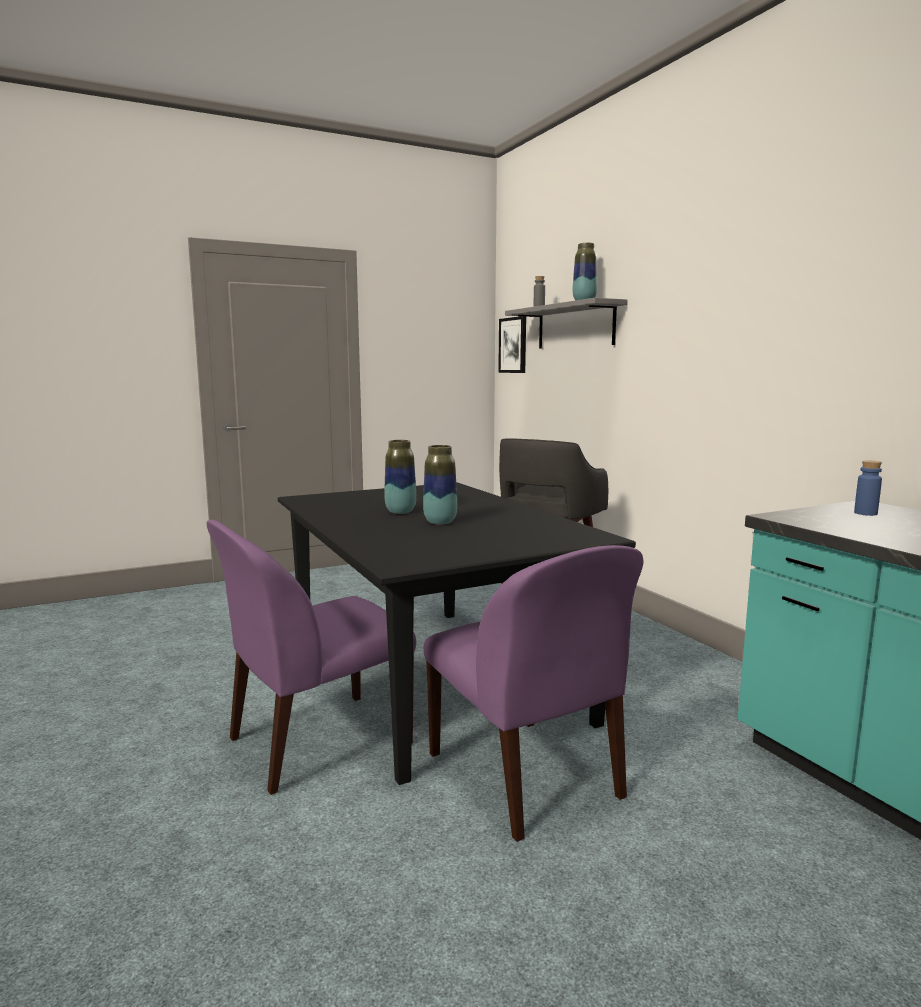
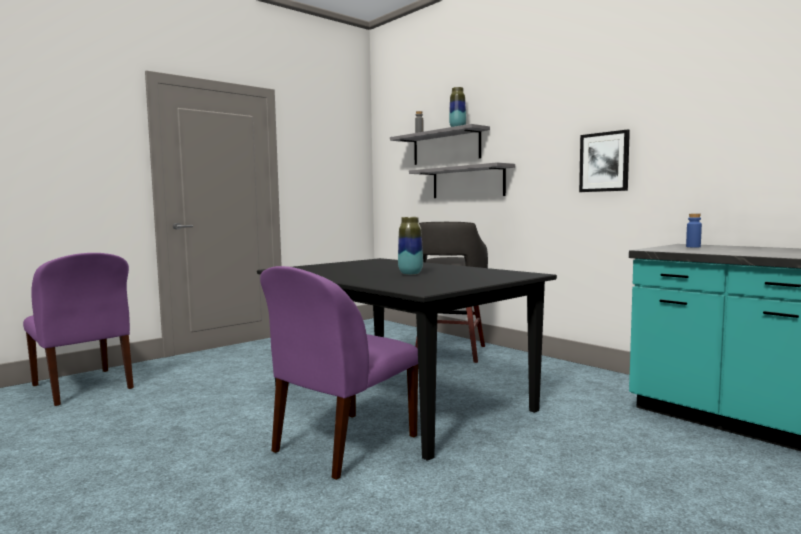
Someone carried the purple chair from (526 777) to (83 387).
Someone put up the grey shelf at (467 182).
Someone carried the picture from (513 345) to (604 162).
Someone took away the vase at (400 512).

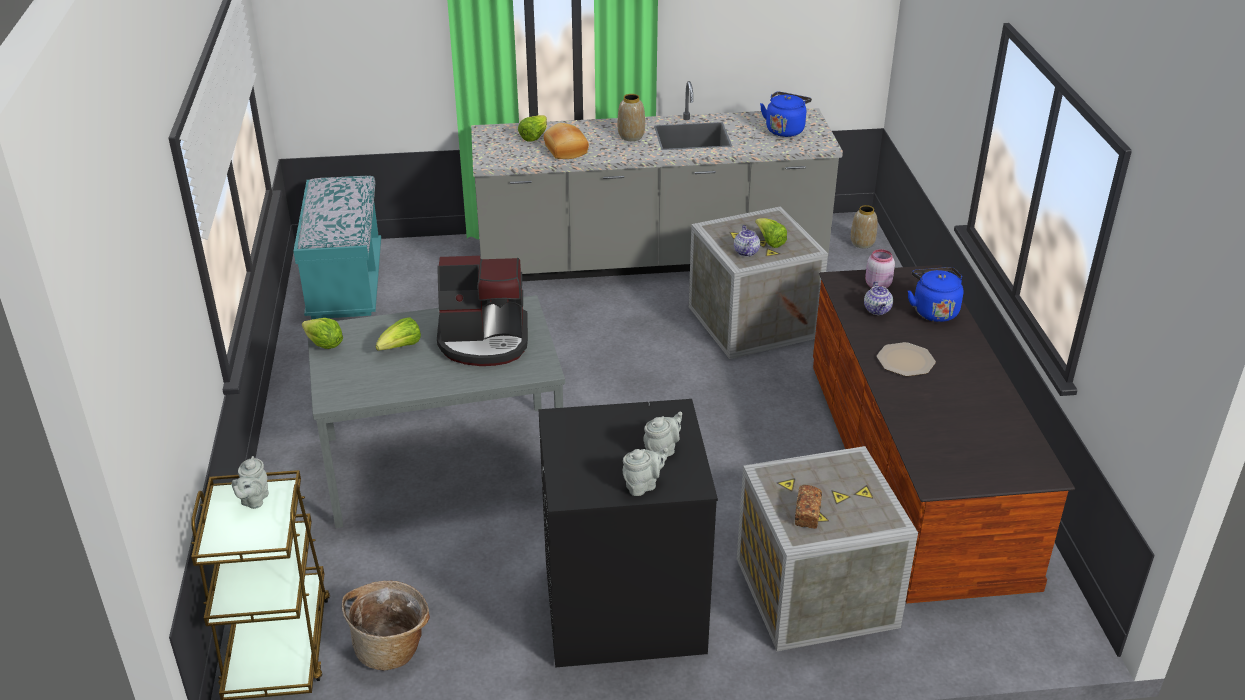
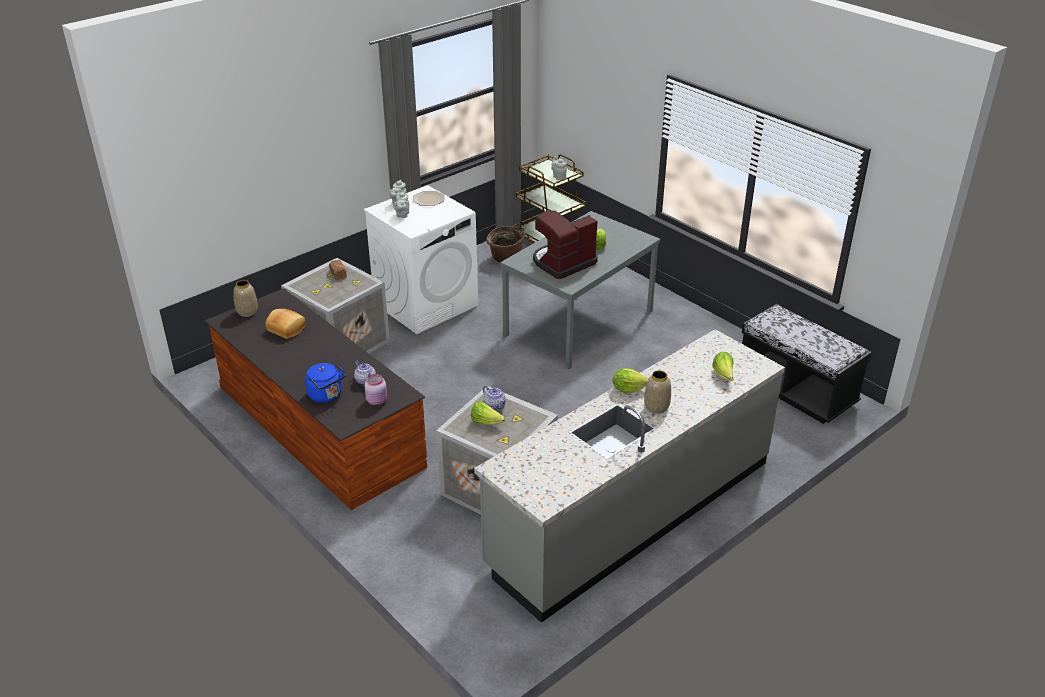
Someone carried the vase from (862 243) to (247 312).
Someone carried the bread from (565 150) to (287 329).
Someone repainted the black washing machine at (622 607), which became the white washing machine at (426 304).
Someone carried the plate from (906 360) to (428 199).
Someone carried the lettuce from (324 345) to (628 389).
Someone repainted the turquoise bench at (345 283), which became the black bench at (796 391).
Someone took away the blue kettle at (785 129).

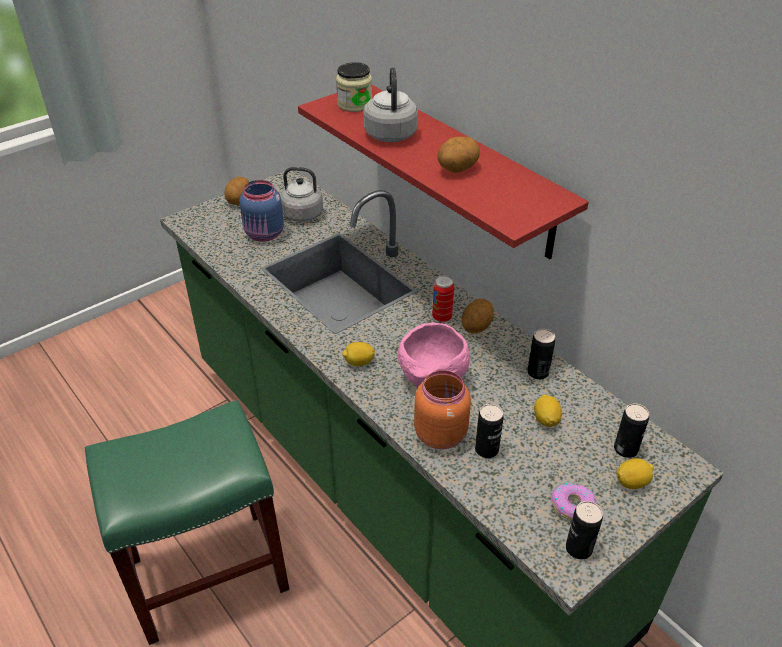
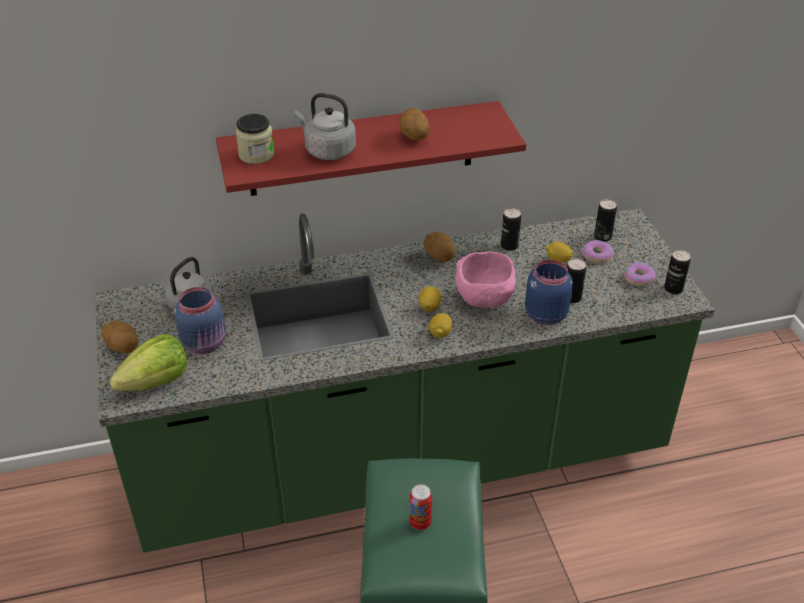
Someone put down the lettuce at (157 382).
Someone carried the can from (442 317) to (420 522).
Someone carried the lemon from (632 482) to (429 307).
Someone repainted the orange jar at (440 433), which became the blue jar at (544 314).
Someone put down the donut at (597 255).

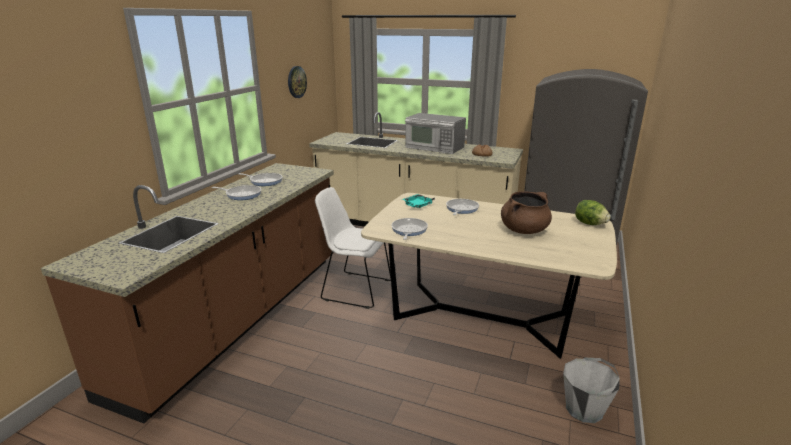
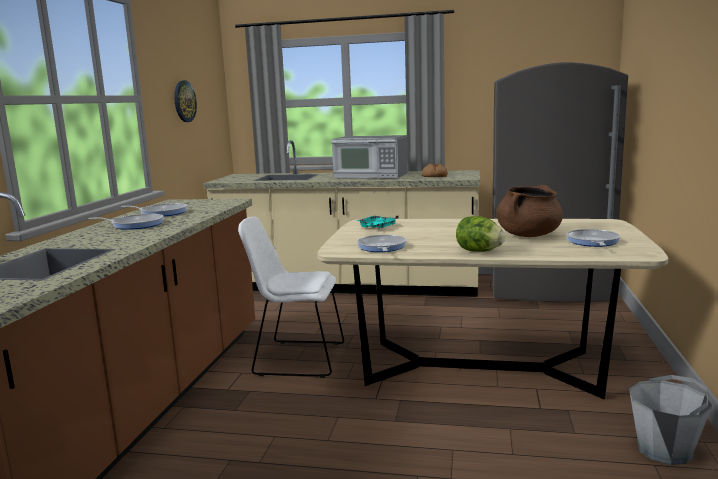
Someone carried the lettuce from (589 224) to (479 251).
Someone carried the frying pan from (461 209) to (592 242).

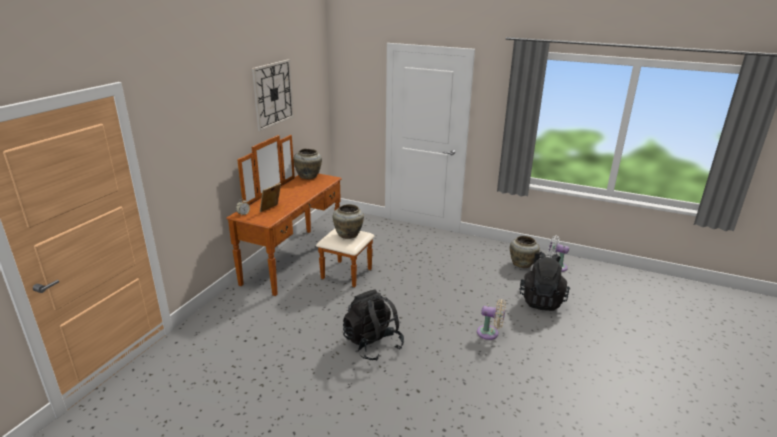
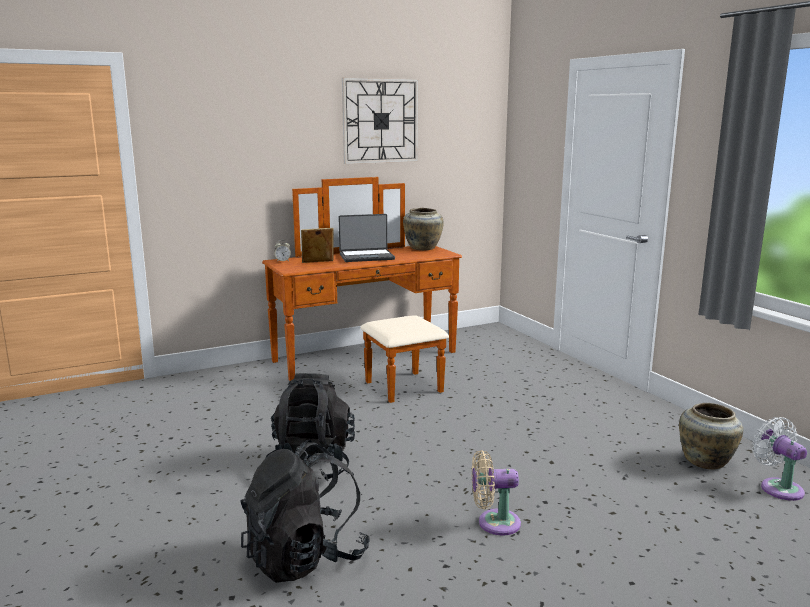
Someone carried the black backpack from (541 300) to (305 558).
Someone put down the laptop at (366 257).
Someone rotated the beige fan at (490 333) by 120 degrees clockwise.
Someone took away the beige vase at (349 235).

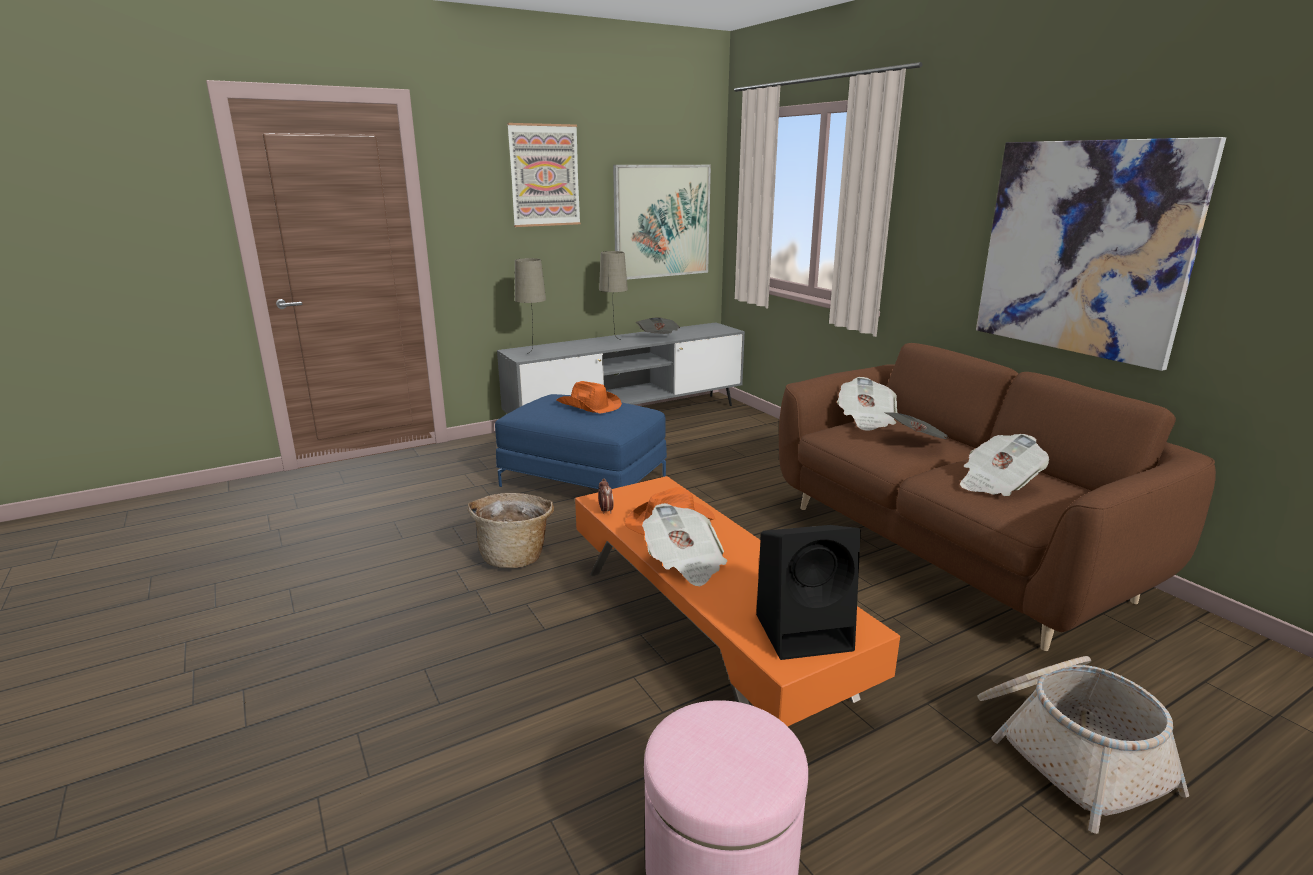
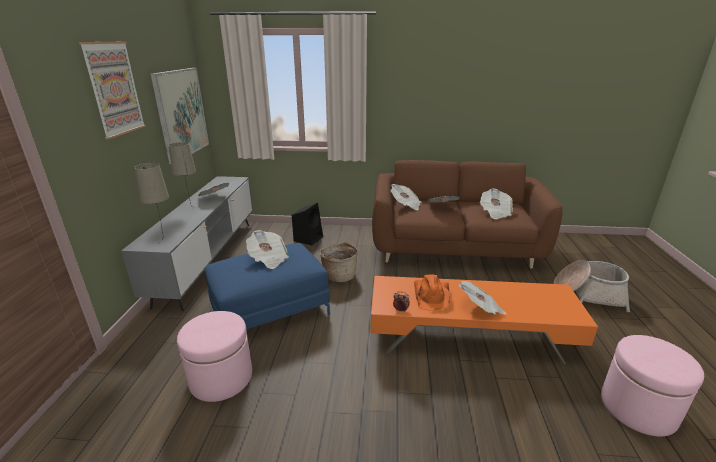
Someone put down the pink ottoman at (221 378).
Someone swapped the orange hat at (589 406) for the newspaper at (268 259).
Someone carried the black speaker from (805 631) to (308 238).
Someone carried the basket from (515 556) to (339 275).
Someone took away the picture at (1083 249).

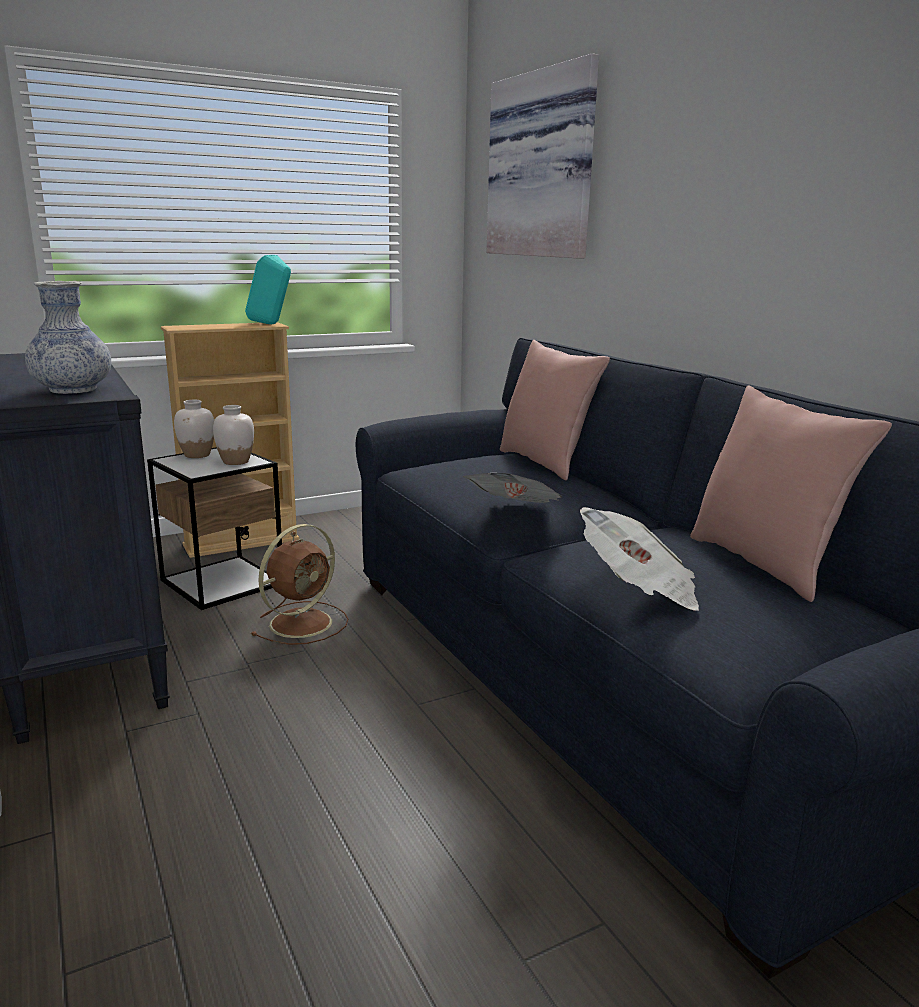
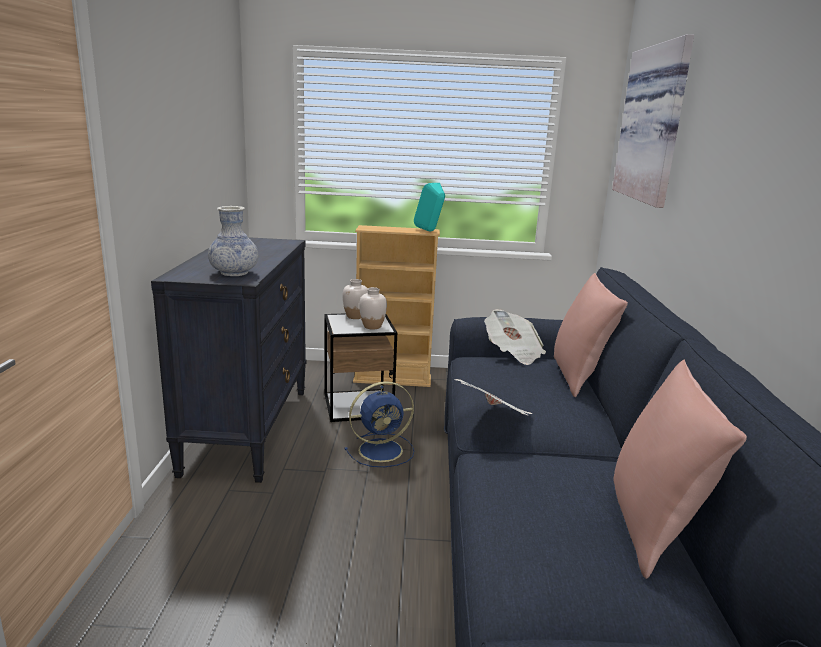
Someone repainted the brown fan at (303 622), which became the blue fan at (382 450).
Someone carried the newspaper from (639 589) to (513 352).

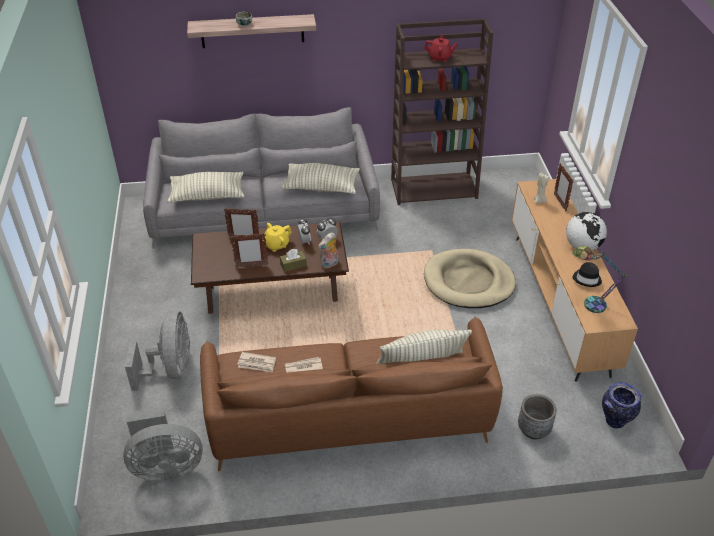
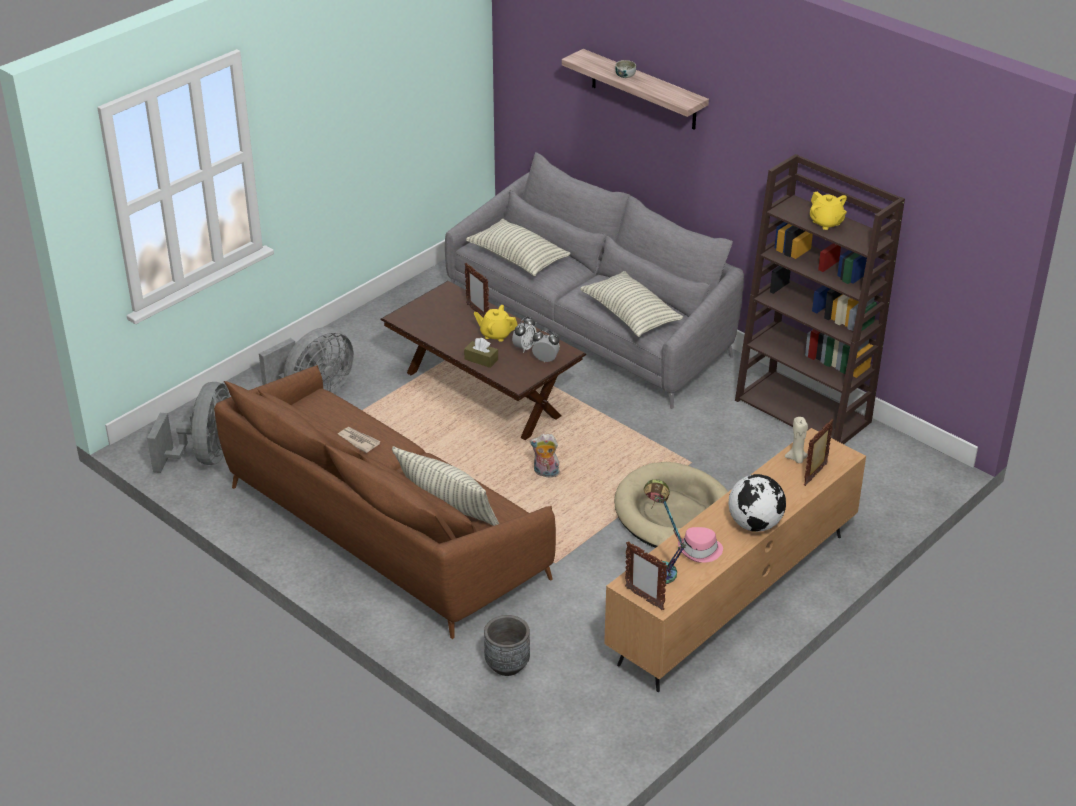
Someone rotated the grey fan at (165 467) by 120 degrees counterclockwise.
Someone carried the plush toy from (329 264) to (545 473).
Someone carried the picture frame from (251 266) to (644 598).
Someone repainted the black hat at (587 279), which became the pink hat at (700 550).
Someone repainted the red teapot at (440 58), which became the yellow teapot at (826 223).
Someone took away the newspaper at (257 363).
Someone took away the vase at (615 421).

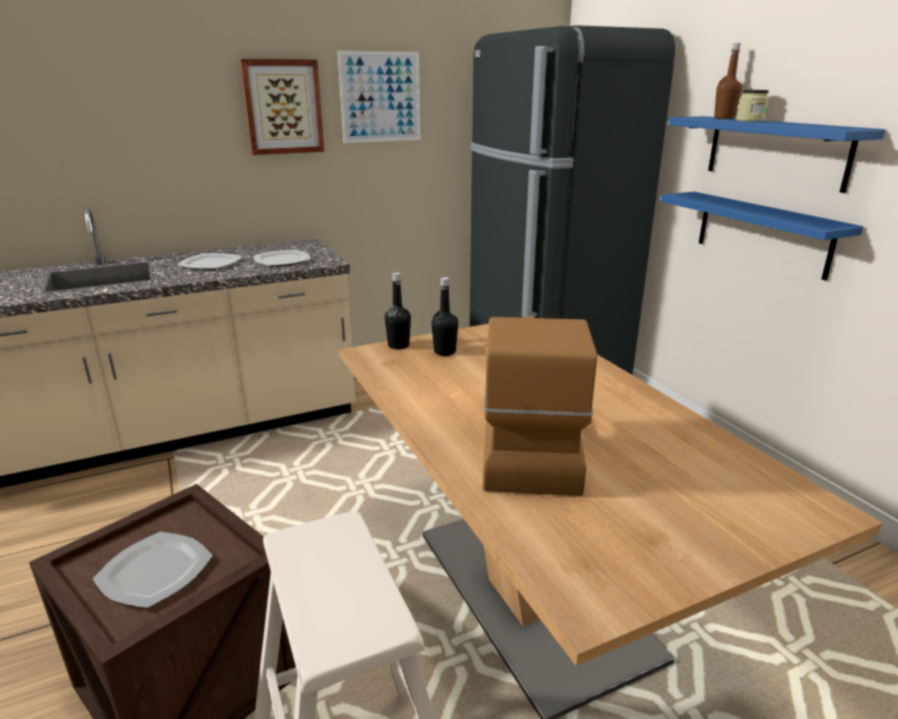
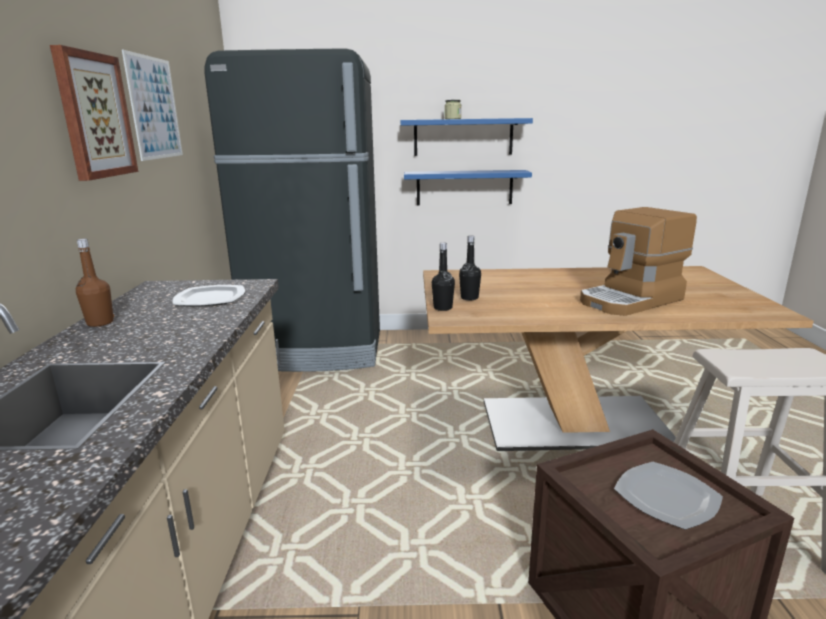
Someone carried the brown bottle from (724 118) to (100 323).
Someone rotated the coffee machine at (527 450) by 60 degrees counterclockwise.
Someone took away the plate at (210 264).

